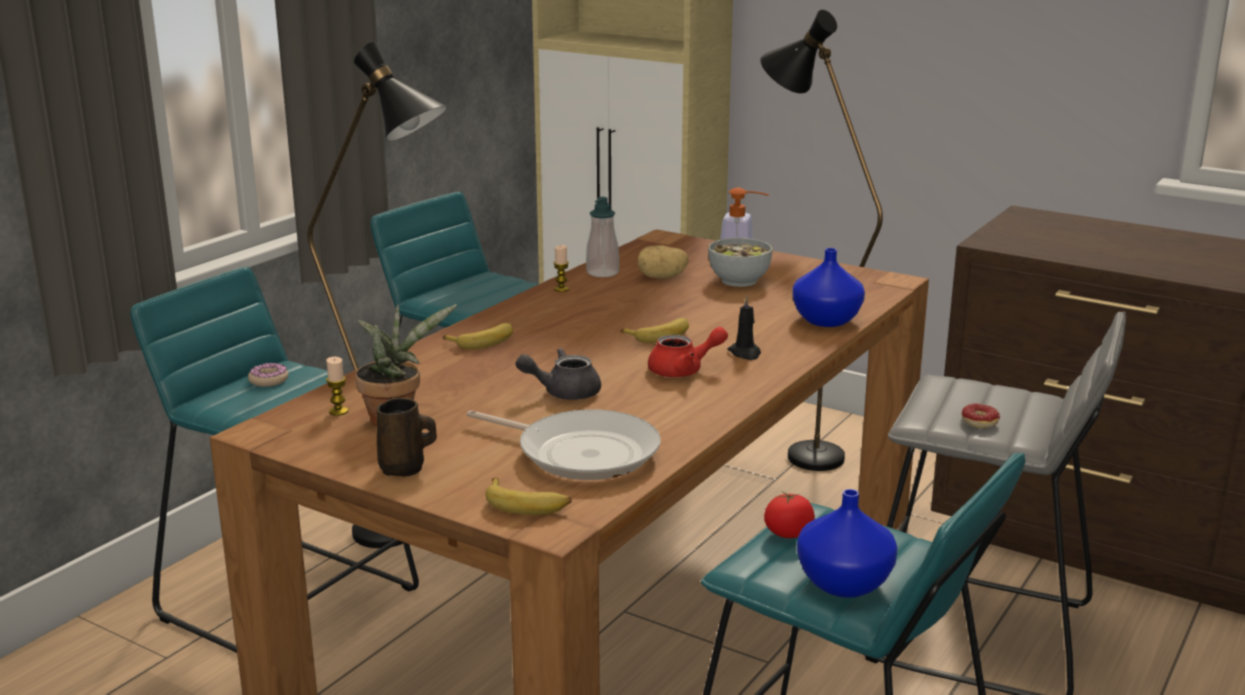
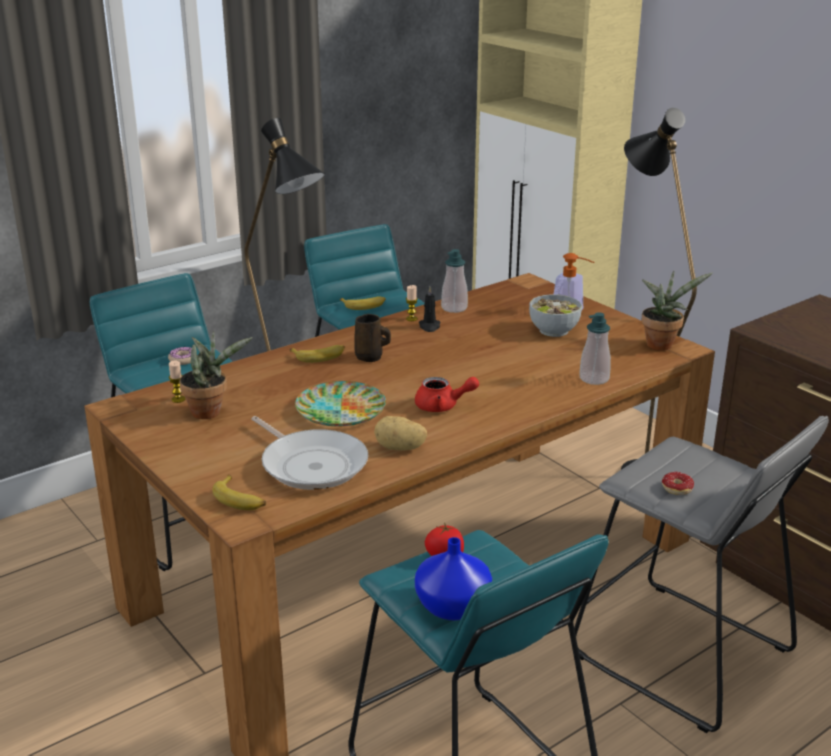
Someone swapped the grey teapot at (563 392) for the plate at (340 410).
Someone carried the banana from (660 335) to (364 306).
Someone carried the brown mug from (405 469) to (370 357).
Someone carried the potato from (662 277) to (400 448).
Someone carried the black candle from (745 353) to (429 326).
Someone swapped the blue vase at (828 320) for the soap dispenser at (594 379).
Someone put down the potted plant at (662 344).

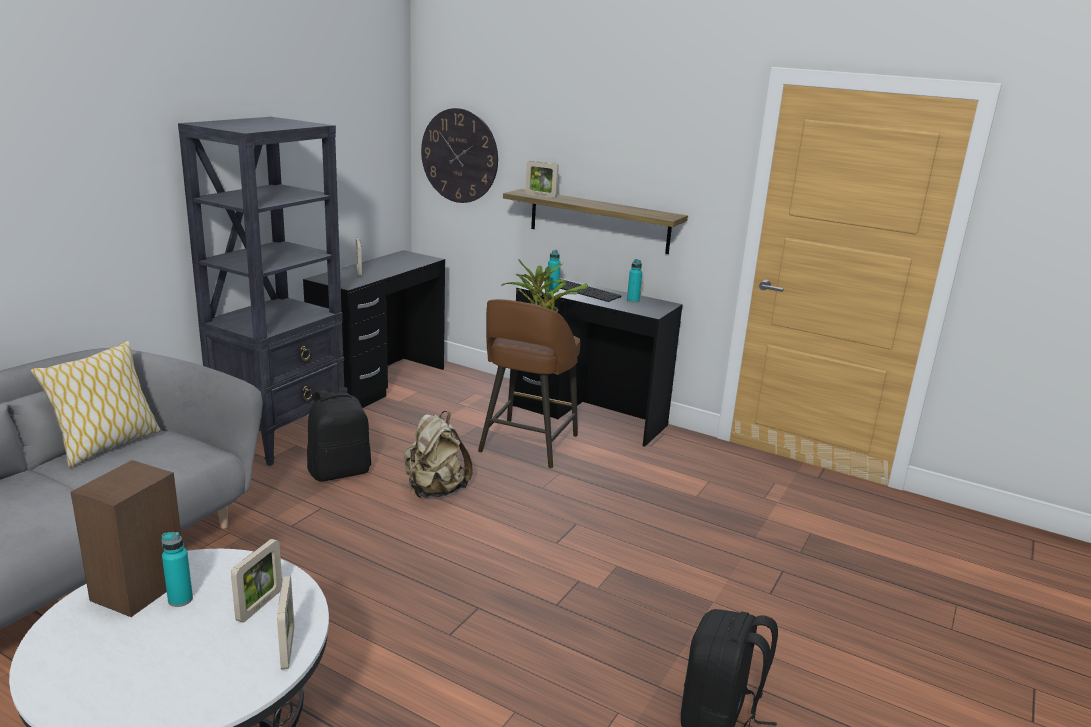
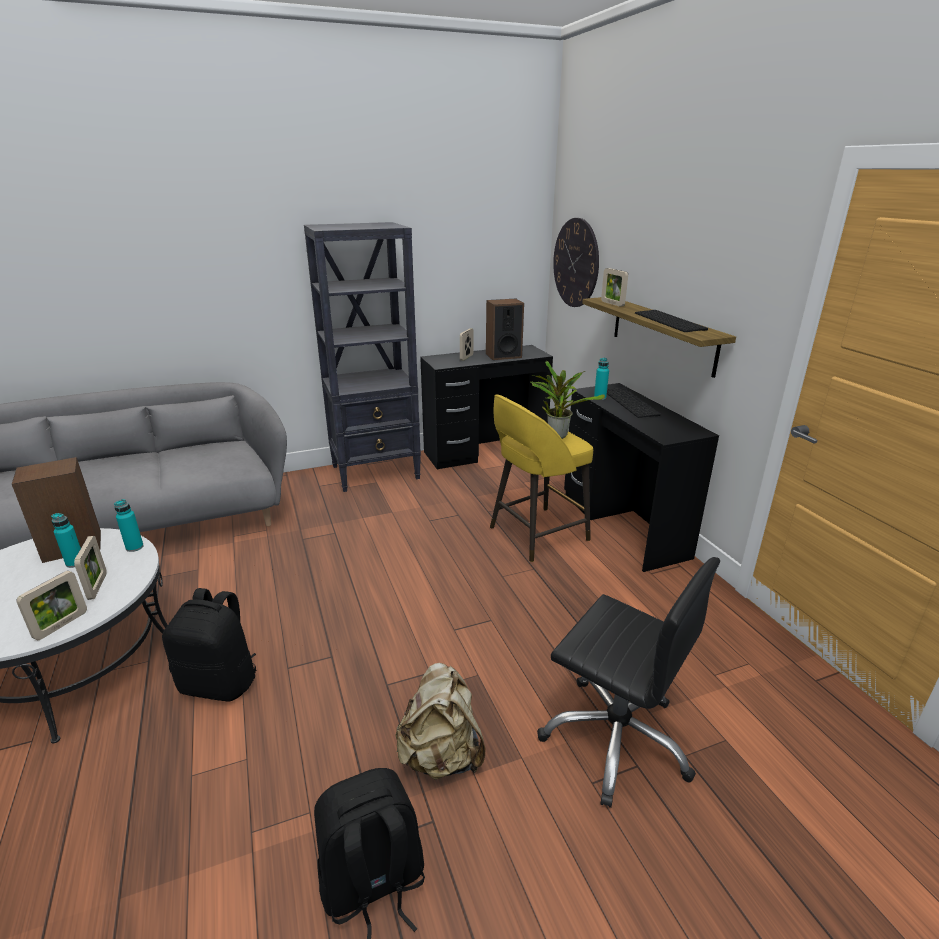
Someone rotated the picture frame at (259 605) by 75 degrees counterclockwise.
Someone carried the turquoise bottle from (633 301) to (134 547).
Someone carried the black backpack from (340 471) to (221 683).
Someone carried the beige backpack from (435 491) to (441 756).
Someone put down the speaker at (503 355).
Someone repainted the brown stool at (527 445), which became the yellow stool at (536 534).
Someone put down the black office chair at (616 738).
Someone put down the keyboard at (671 321).
Someone took away the pillow at (107 446).

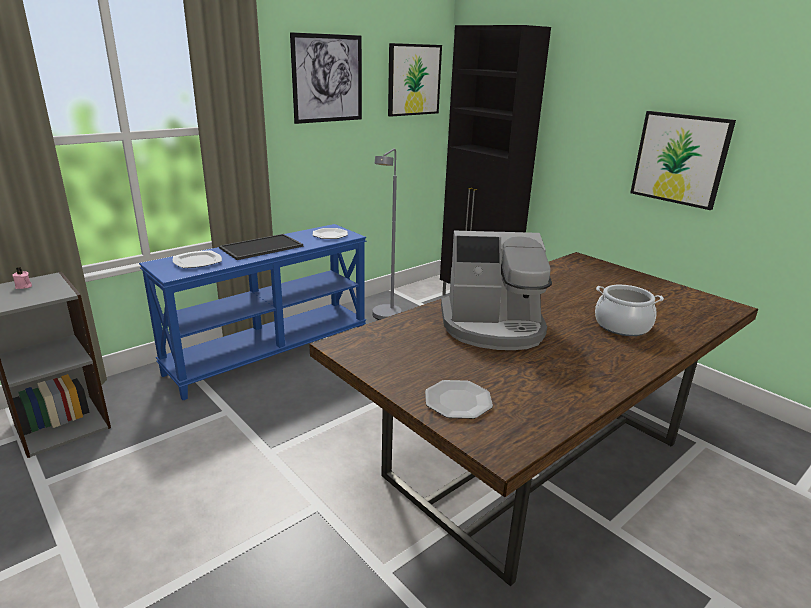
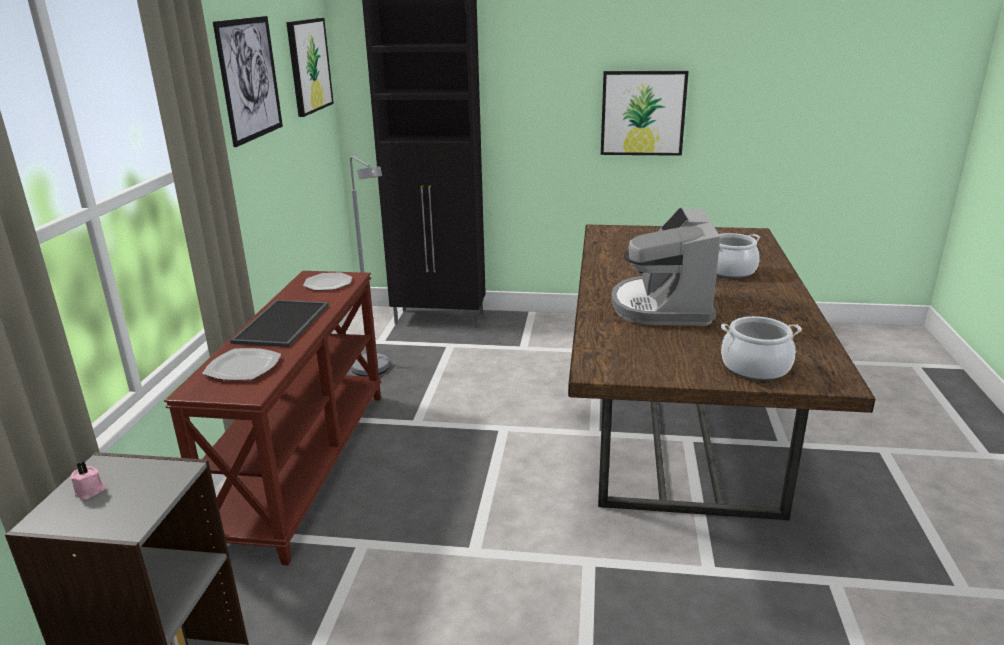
Someone repainted the blue console table at (270 353), which became the brown console table at (305 464).
Someone rotated the coffee machine at (493 327) by 135 degrees clockwise.
Someone swapped the plate at (458 401) for the cooking pot at (755 367).

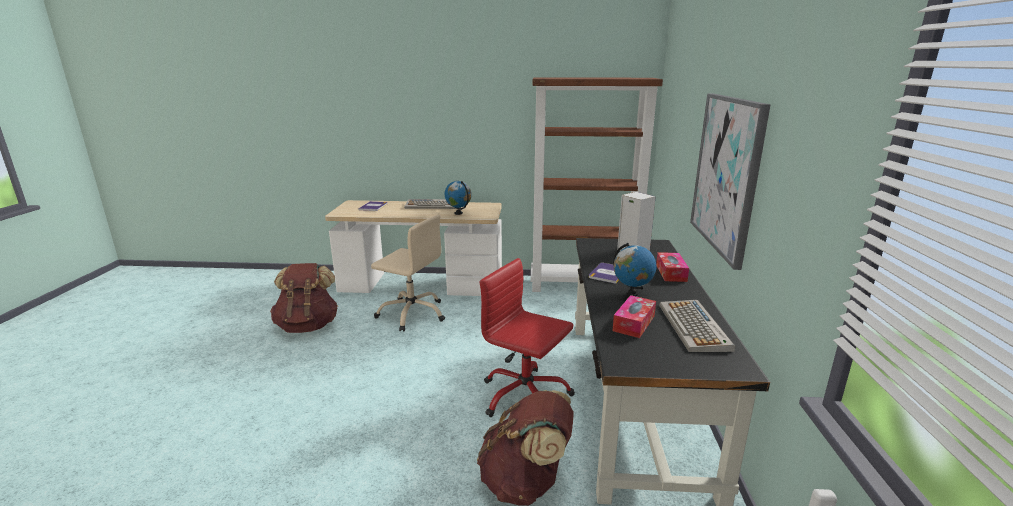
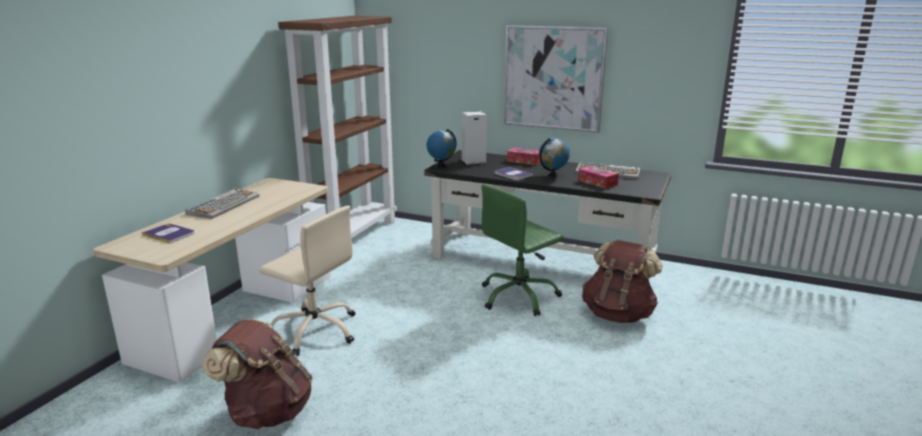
Someone rotated the beige office chair at (412 313) by 75 degrees clockwise.
Someone carried the globe from (458 213) to (441 166).
Someone repainted the red office chair at (525 396), which became the green office chair at (519 296).

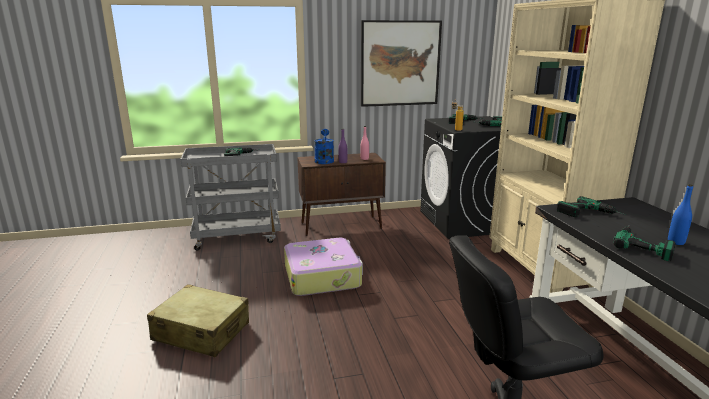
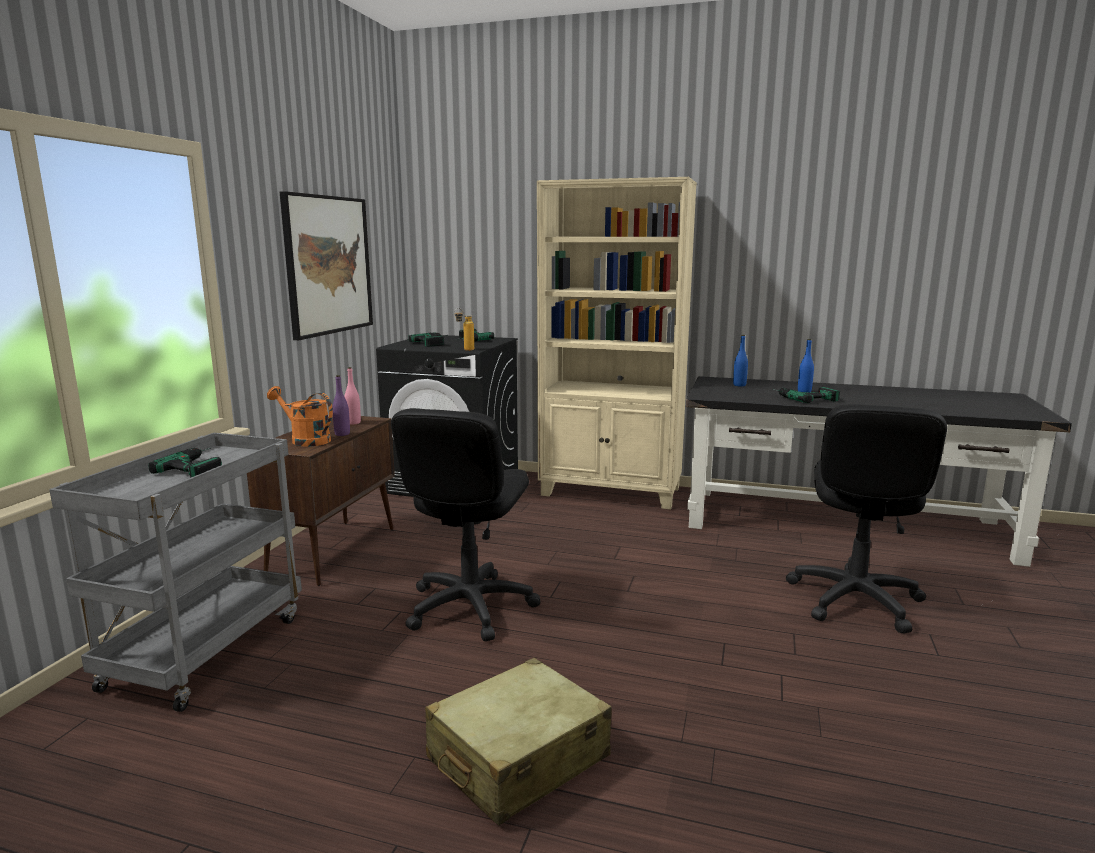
Someone repainted the blue watering can at (324 160), which became the orange watering can at (305 440).
Someone swapped the suitcase at (323 276) for the black office chair at (469 607).
Someone put down the blue bottle at (739 385).
Someone took away the power drill at (590 214).

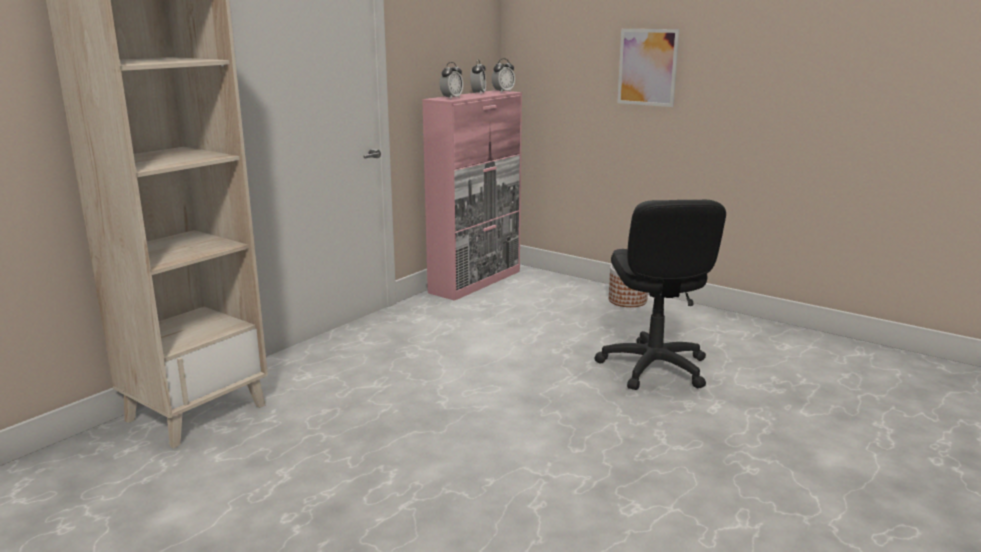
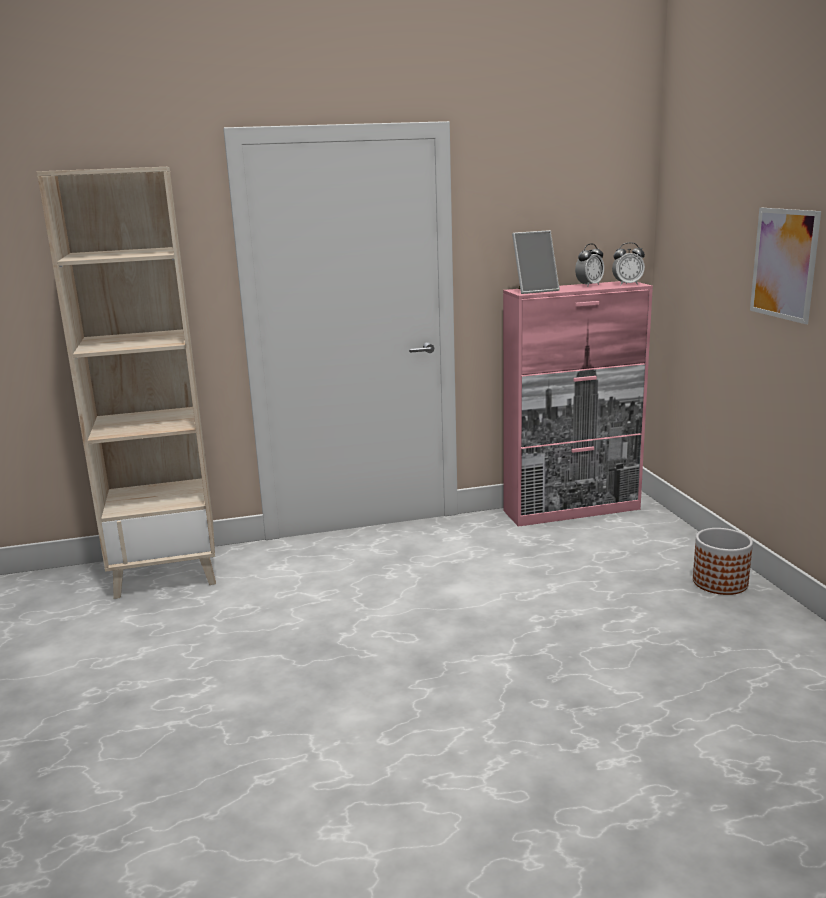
Someone swapped the alarm clock at (451 98) for the picture frame at (534 290).
Someone took away the black office chair at (653 368).

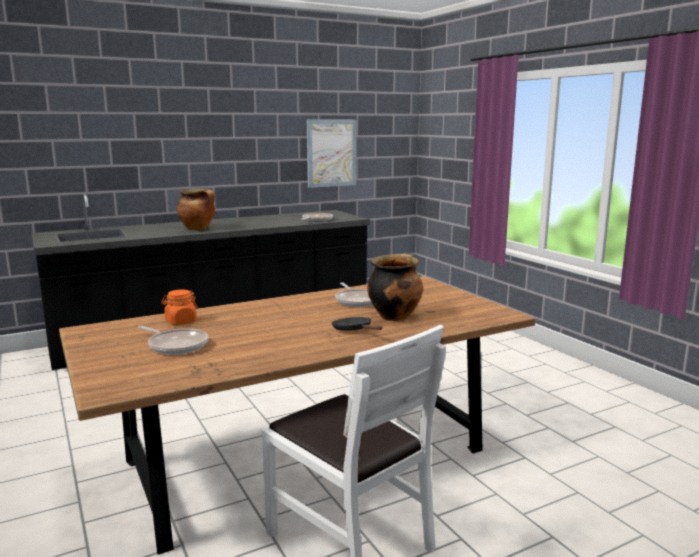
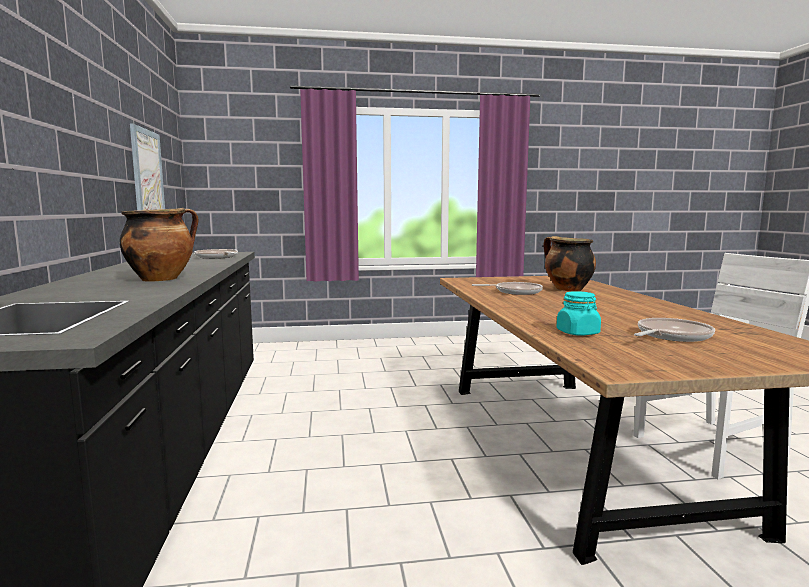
Someone repainted the orange jar at (180 321), which became the turquoise jar at (578 333).
Someone took away the black frying pan at (354 330).

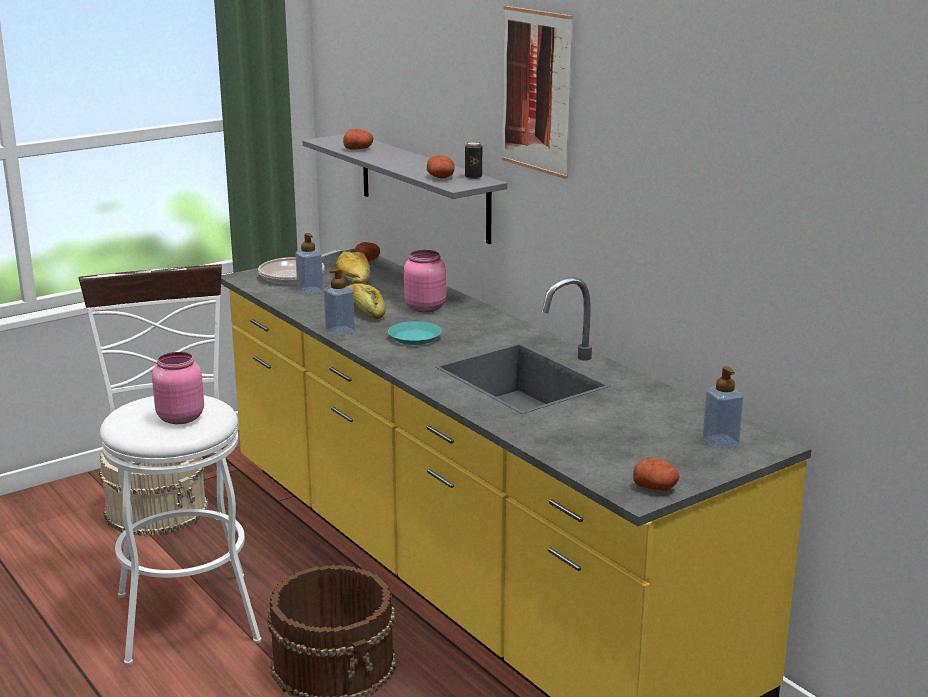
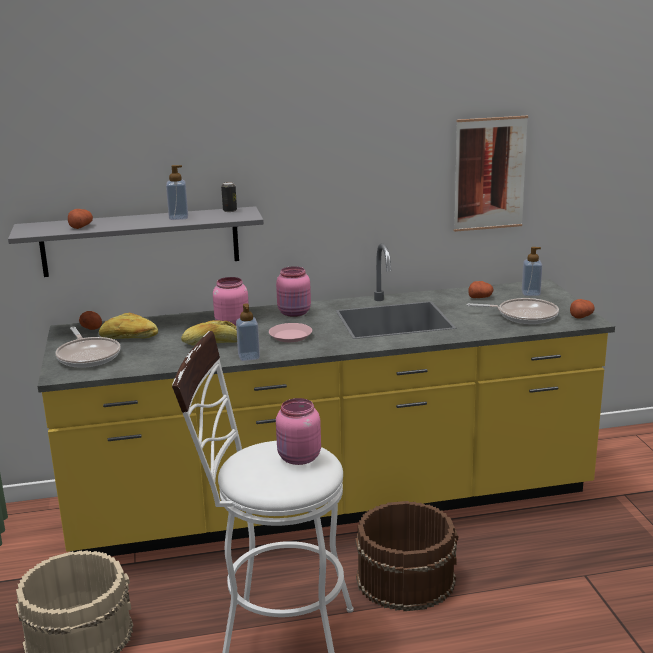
Someone carried the soap dispenser from (310 291) to (178 217).
Someone repainted the turquoise plate at (415 337), which became the pink plate at (290 336).
Someone put down the pink jar at (295 313).
Someone carried the picture from (536 91) to (489 174).
Someone put down the frying pan at (523 316).
Someone carried the potato from (441 177) to (480 297).

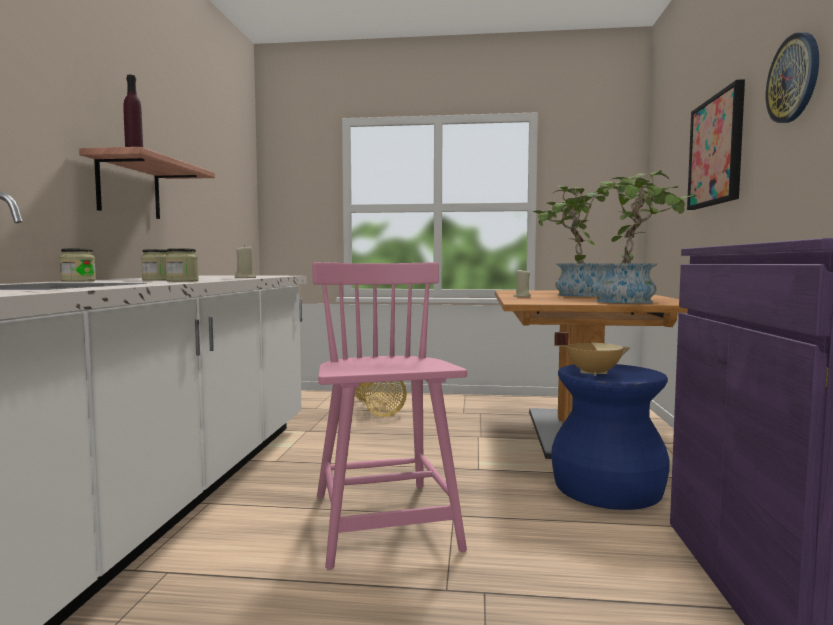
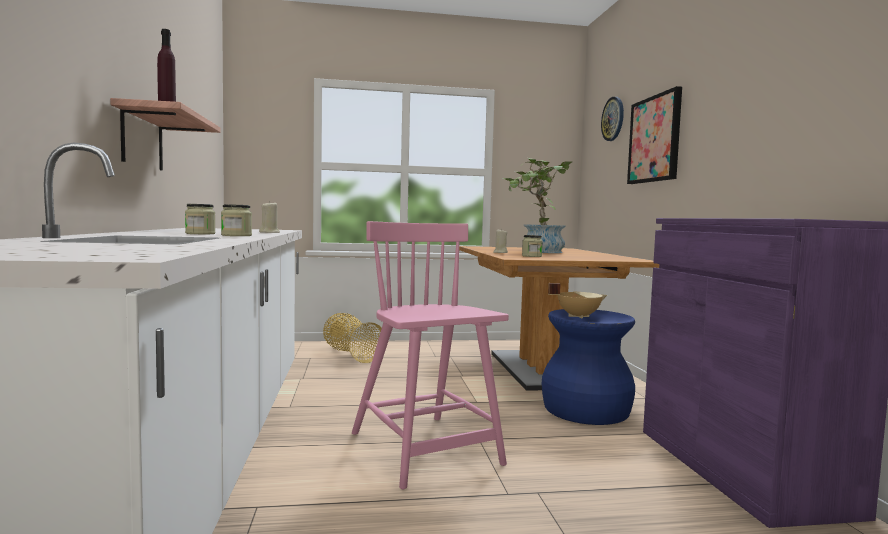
Someone carried the jar from (78 281) to (531 256).
Someone carried the wall clock from (793 78) to (613 119).
Someone took away the potted plant at (633 301).

